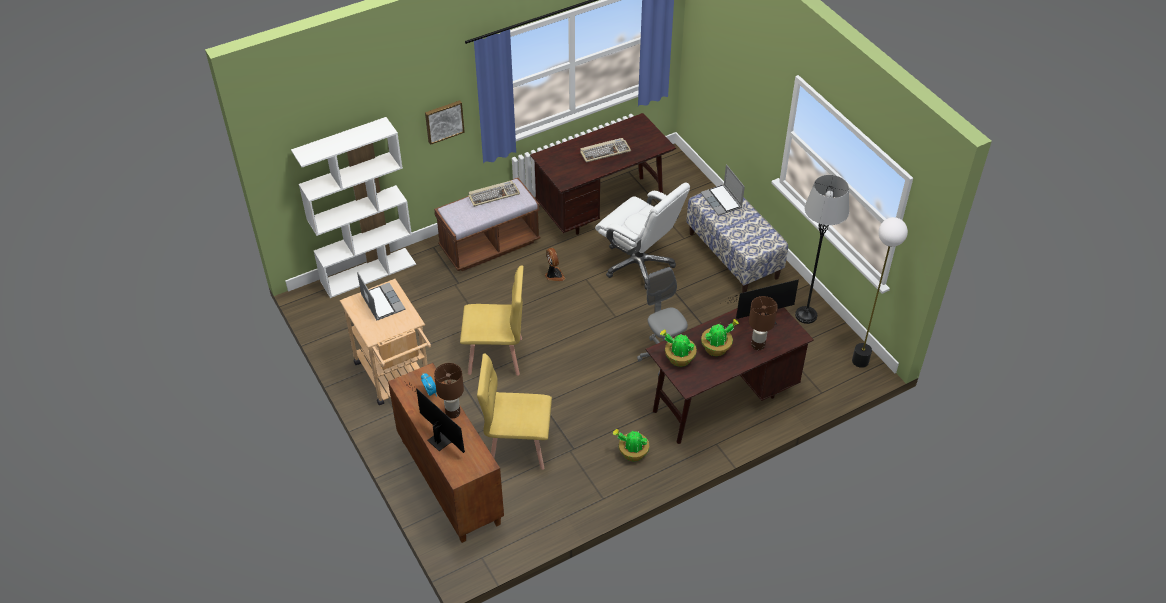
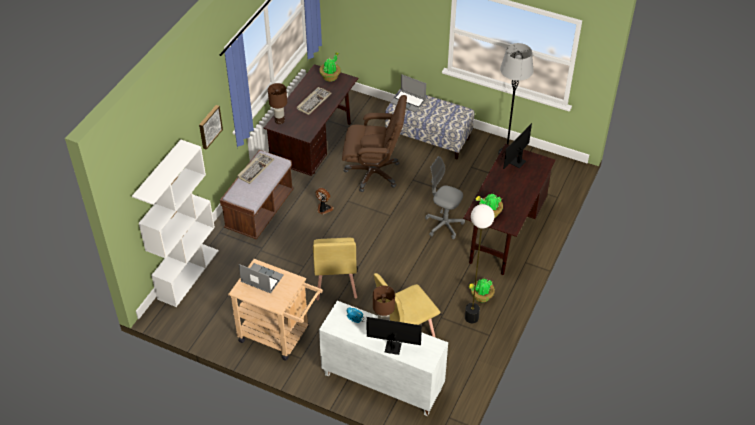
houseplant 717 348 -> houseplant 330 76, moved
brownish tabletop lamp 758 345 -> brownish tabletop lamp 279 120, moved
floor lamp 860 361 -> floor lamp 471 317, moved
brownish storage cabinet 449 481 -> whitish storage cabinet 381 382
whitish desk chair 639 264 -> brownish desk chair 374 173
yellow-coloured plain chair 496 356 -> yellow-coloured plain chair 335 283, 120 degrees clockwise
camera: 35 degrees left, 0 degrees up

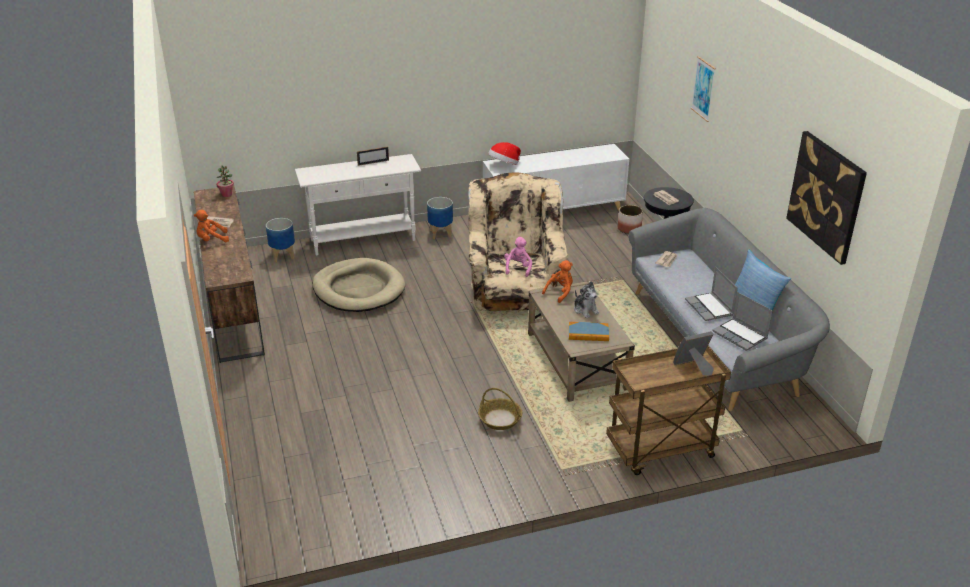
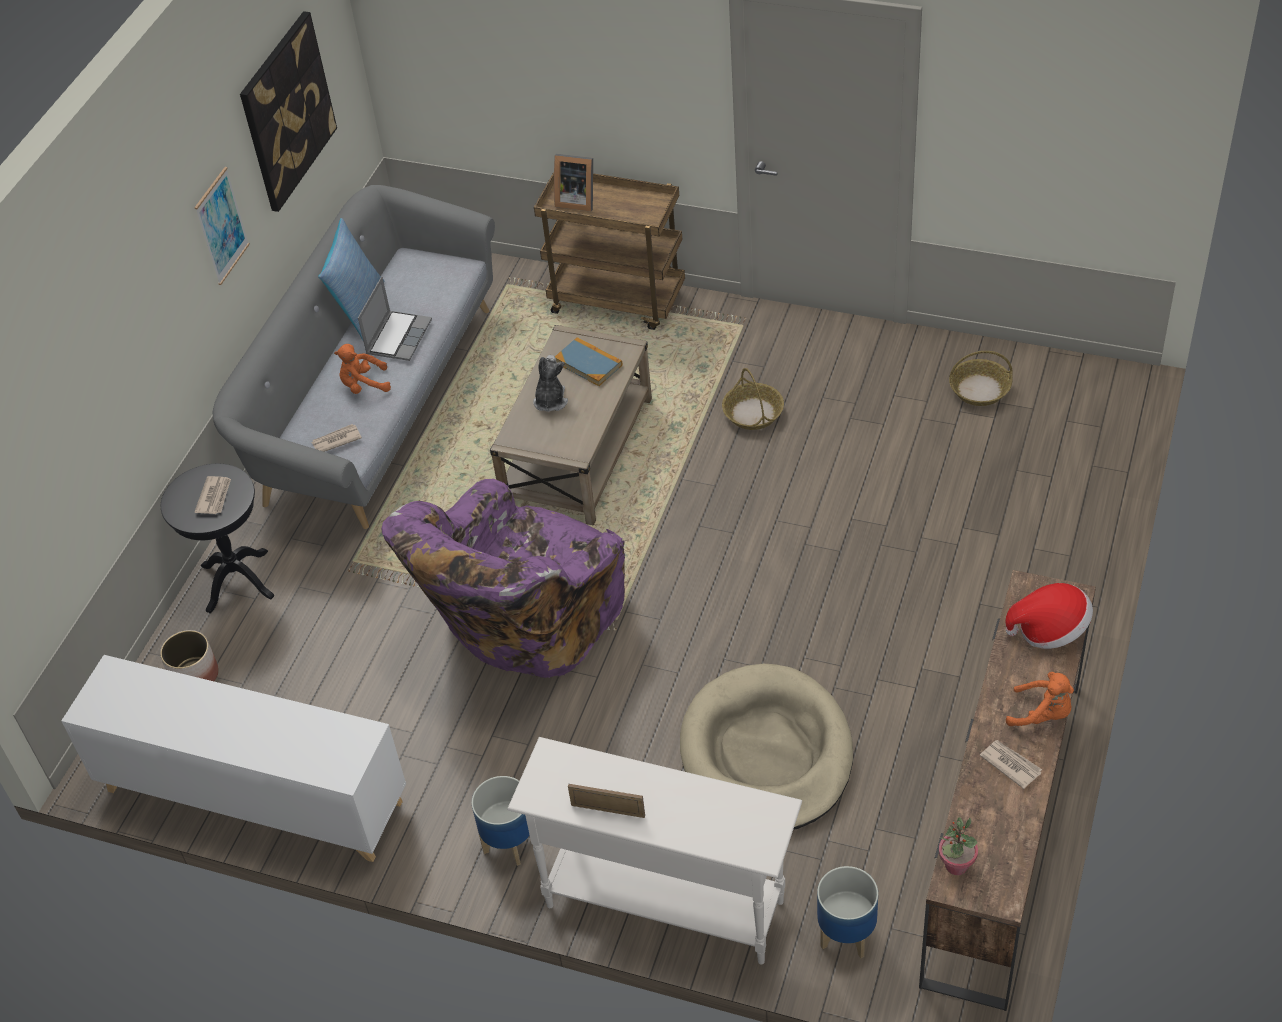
pink soft toy 518 268 -> none
notebook computer 740 335 -> none
none -> storage basket 980 389
wearable hat 504 165 -> wearable hat 1049 629, moved
orangey soft toy 560 292 -> orangey soft toy 363 385, moved
wall picture 703 89 -> wall picture 221 226, moved
beige easy chair 515 288 -> purplish easy chair 522 625
camera: 140 degrees left, 15 degrees up

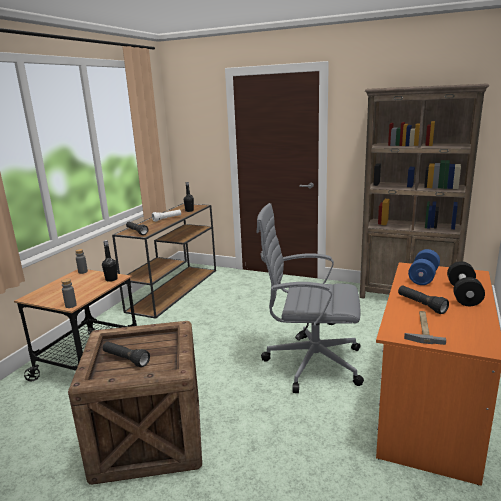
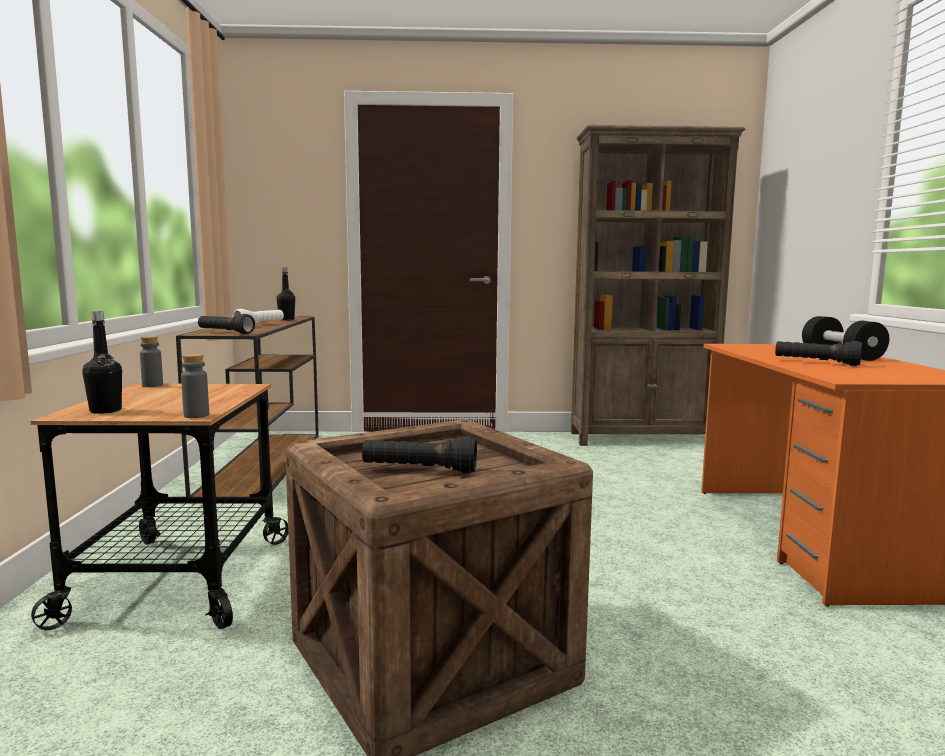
gray desk chair 310 362 -> none
hand hammer 422 328 -> none
blue-coloured dumbbell 423 277 -> none
blackish drink bottle 111 279 -> blackish drink bottle 105 411, moved
camera: 25 degrees left, 10 degrees down

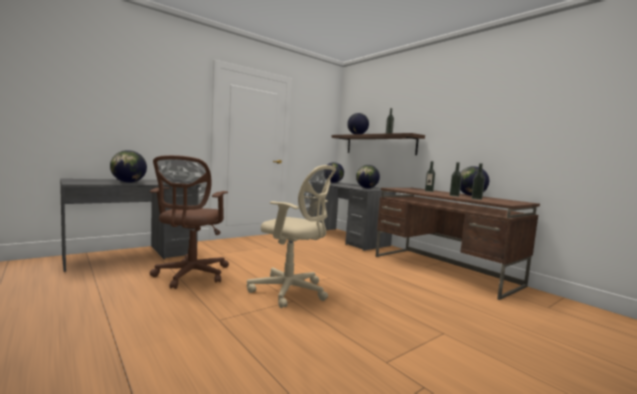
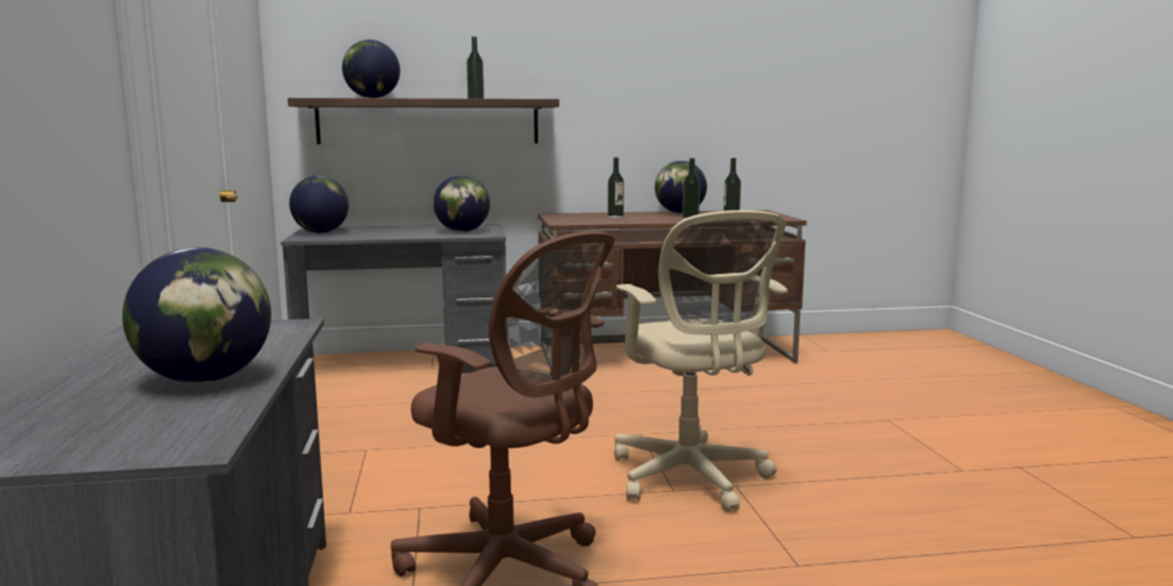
beige desk chair 291 292 -> beige desk chair 692 479, 105 degrees clockwise
camera: 60 degrees left, 5 degrees up

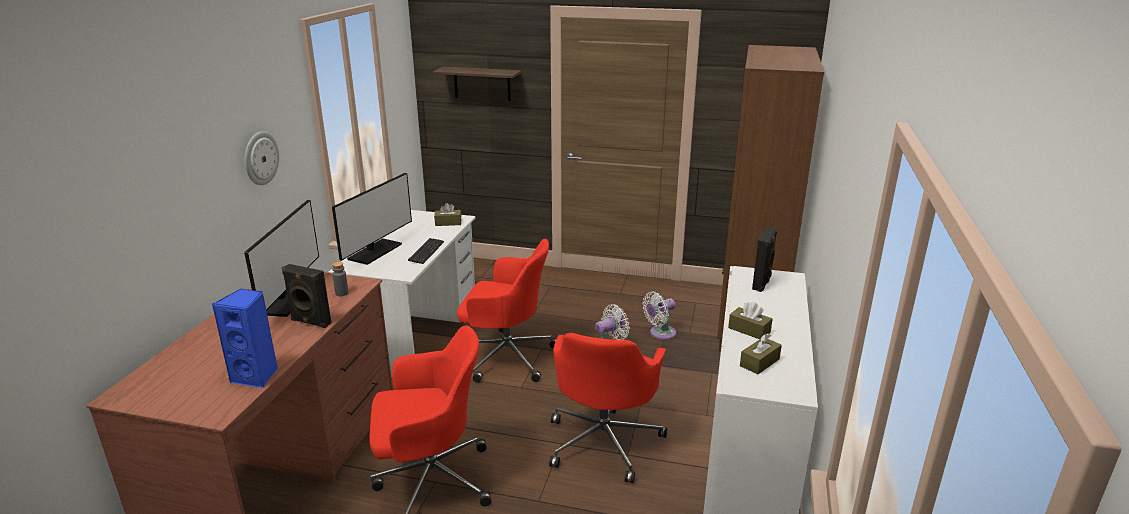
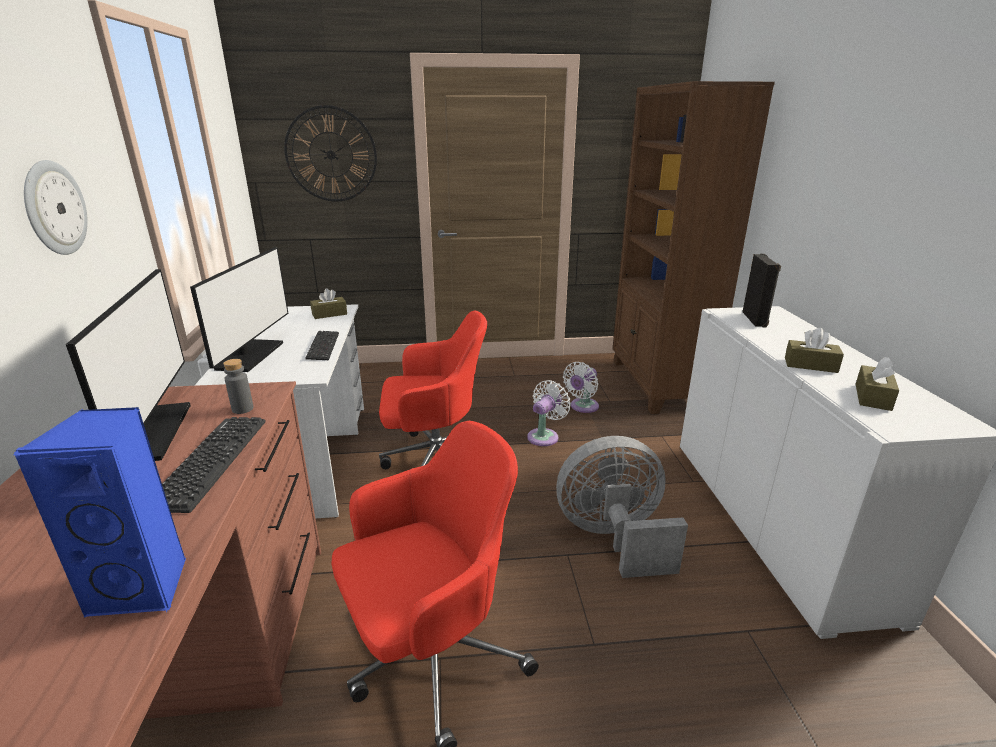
blackish audio speaker 310 322 -> keyboard 210 461
wall shelf 482 83 -> hanging clock 331 154
reddish desk chair 604 441 -> gray cooling fan 614 538
camera: 20 degrees left, 0 degrees up

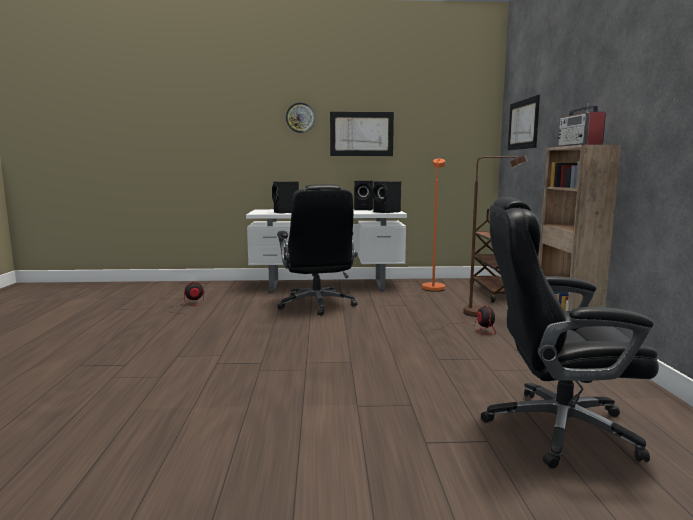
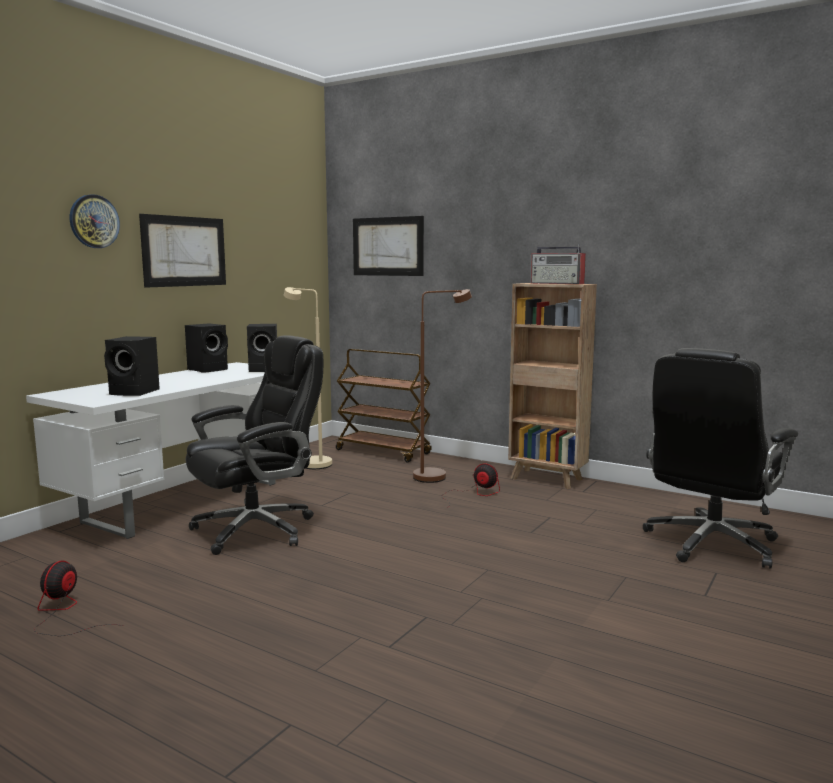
orangey floor lamp 433 287 -> beige floor lamp 311 463
blackish desk chair 317 305 -> blackish desk chair 257 529, 60 degrees counterclockwise
camera: 55 degrees left, 0 degrees up

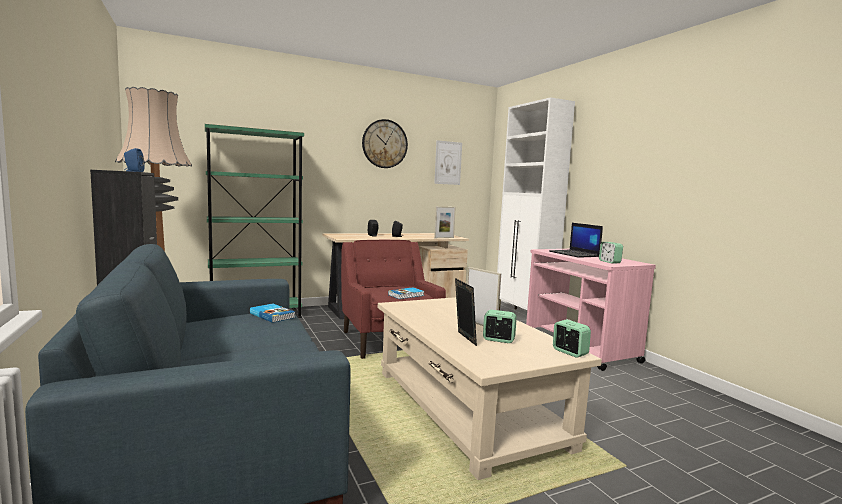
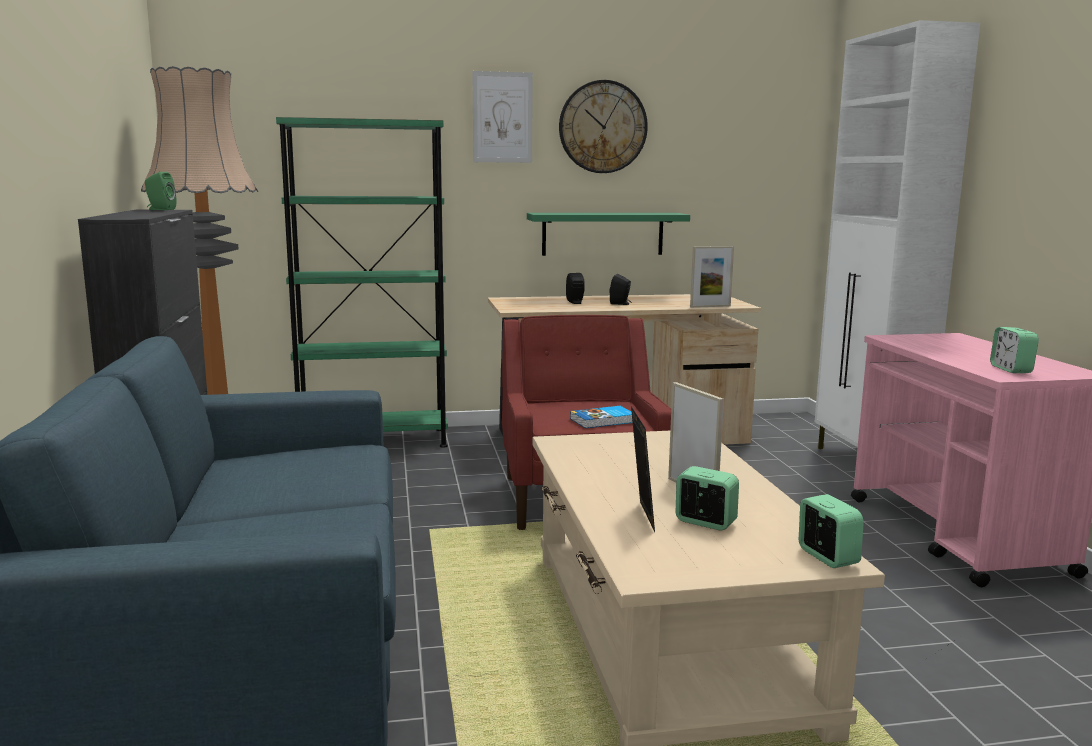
volume 273 315 -> none
notebook computer 575 254 -> none
none -> green wall shelf 603 234
wall picture 448 163 -> wall picture 502 117, moved
blue-coloured audio speaker 133 171 -> green audio speaker 160 209
camera: 15 degrees right, 5 degrees up

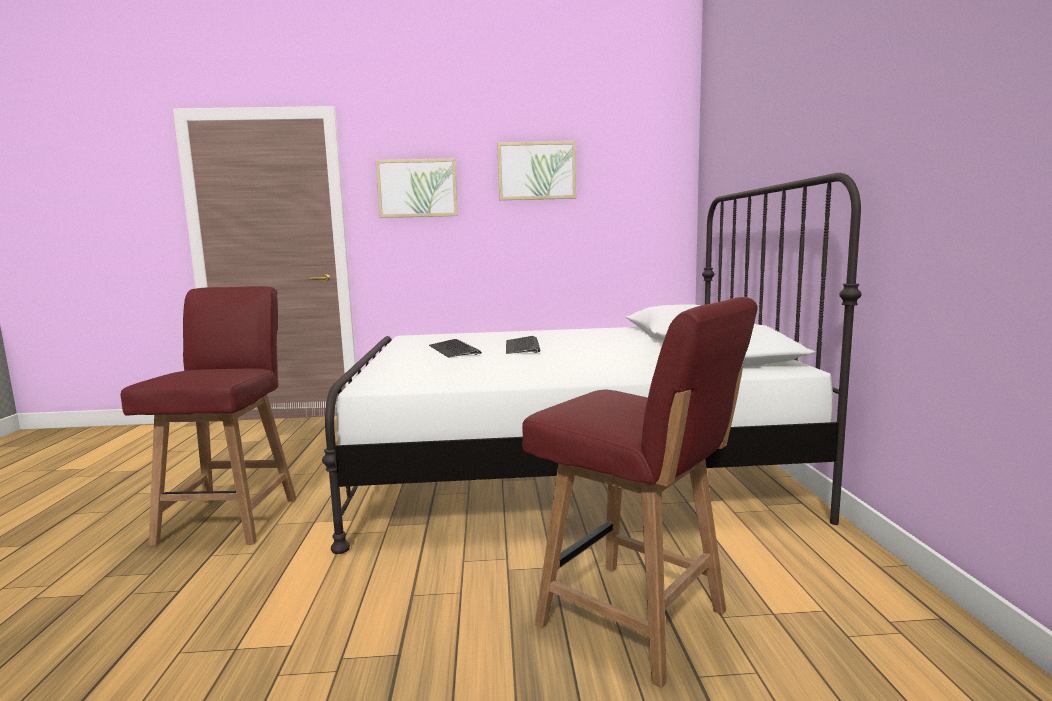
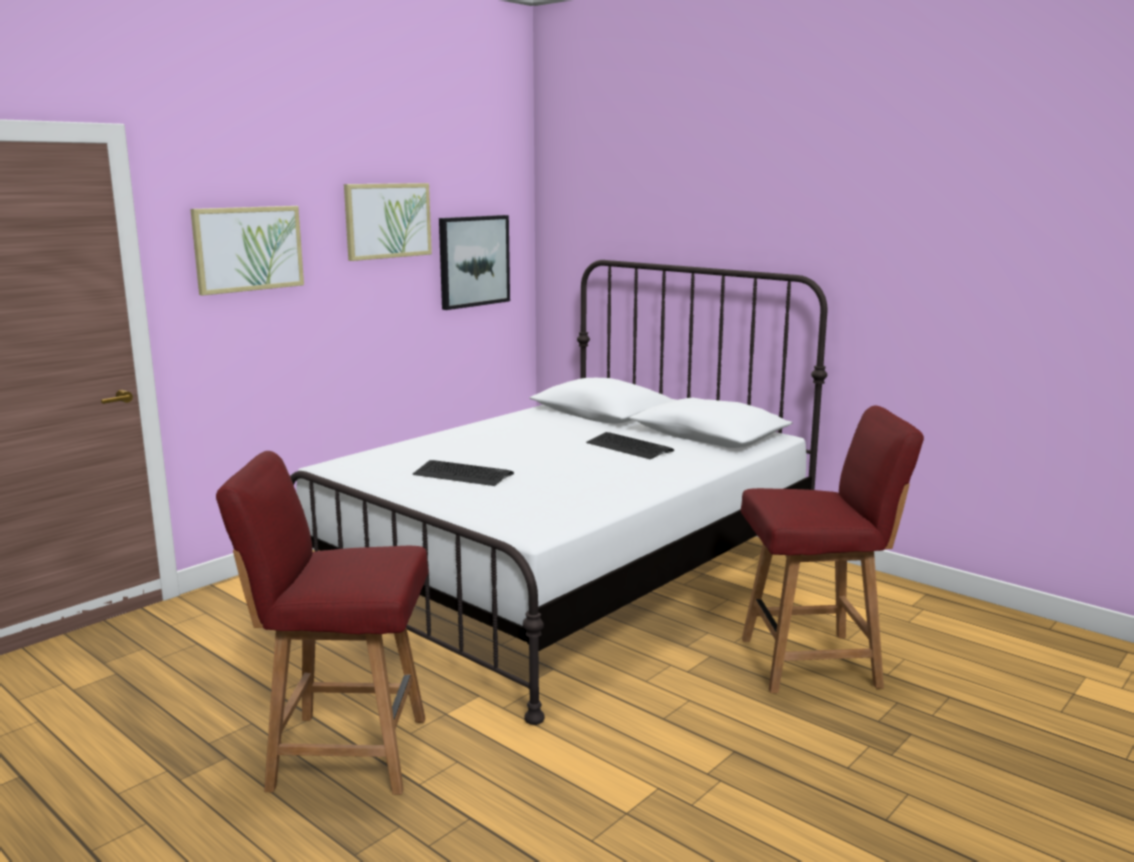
none -> wall picture 473 261
keyboard 522 347 -> keyboard 629 447, moved
reddish plain chair 230 519 -> reddish plain chair 344 752, 45 degrees counterclockwise
camera: 45 degrees left, 5 degrees up

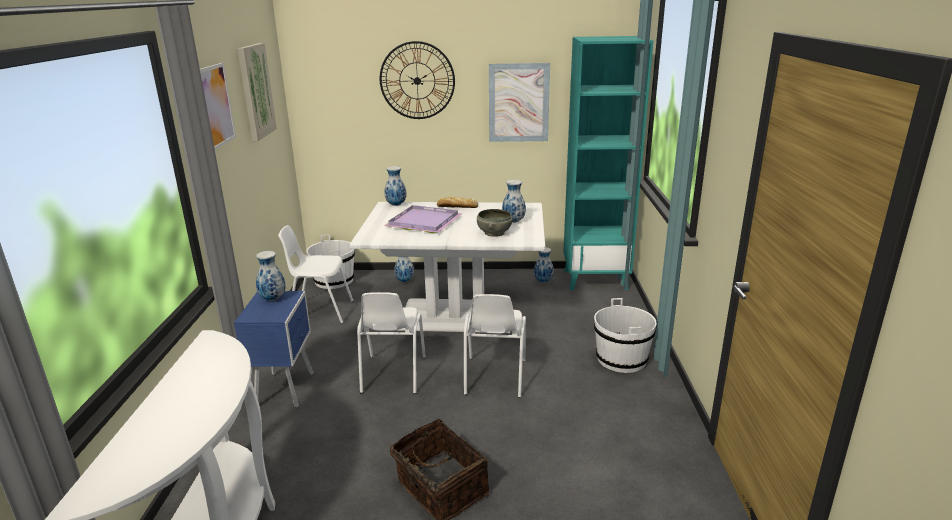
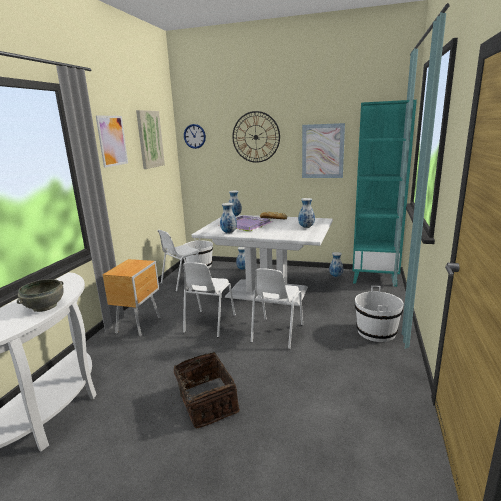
none -> hanging clock 194 136
vase 272 299 -> vase 228 233, moved
gray deep dish 494 233 -> gray deep dish 44 306, moved
blue-coloured nightstand 286 389 -> brownish nightstand 140 325
whitish plain chair 320 311 -> whitish plain chair 183 282, 60 degrees counterclockwise
camera: 15 degrees right, 5 degrees down

